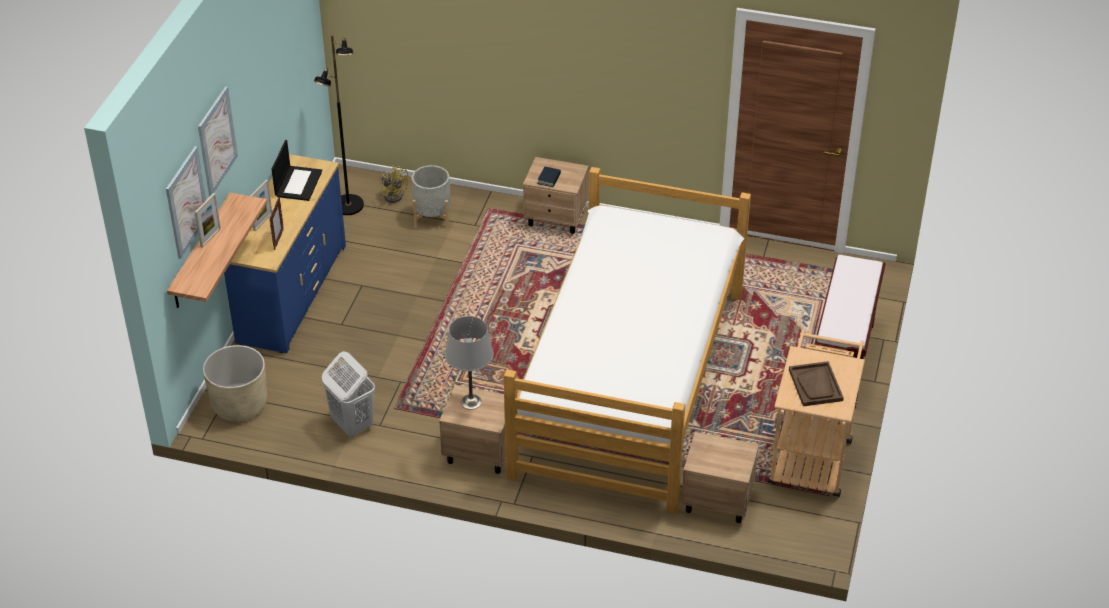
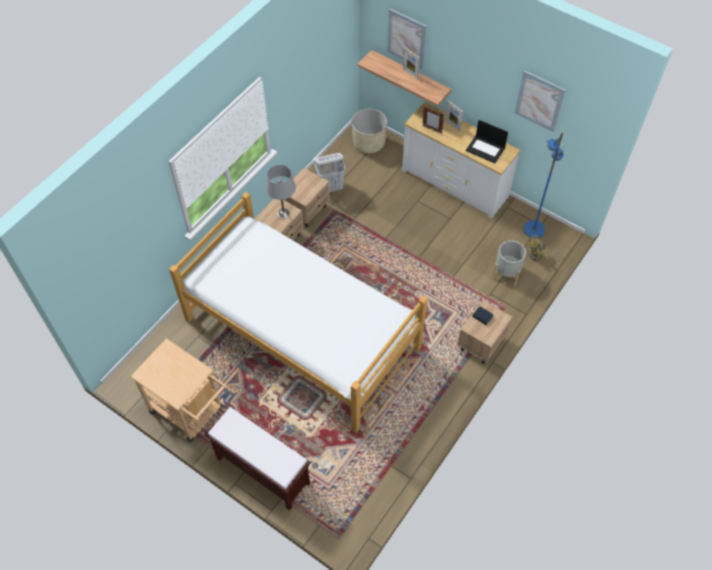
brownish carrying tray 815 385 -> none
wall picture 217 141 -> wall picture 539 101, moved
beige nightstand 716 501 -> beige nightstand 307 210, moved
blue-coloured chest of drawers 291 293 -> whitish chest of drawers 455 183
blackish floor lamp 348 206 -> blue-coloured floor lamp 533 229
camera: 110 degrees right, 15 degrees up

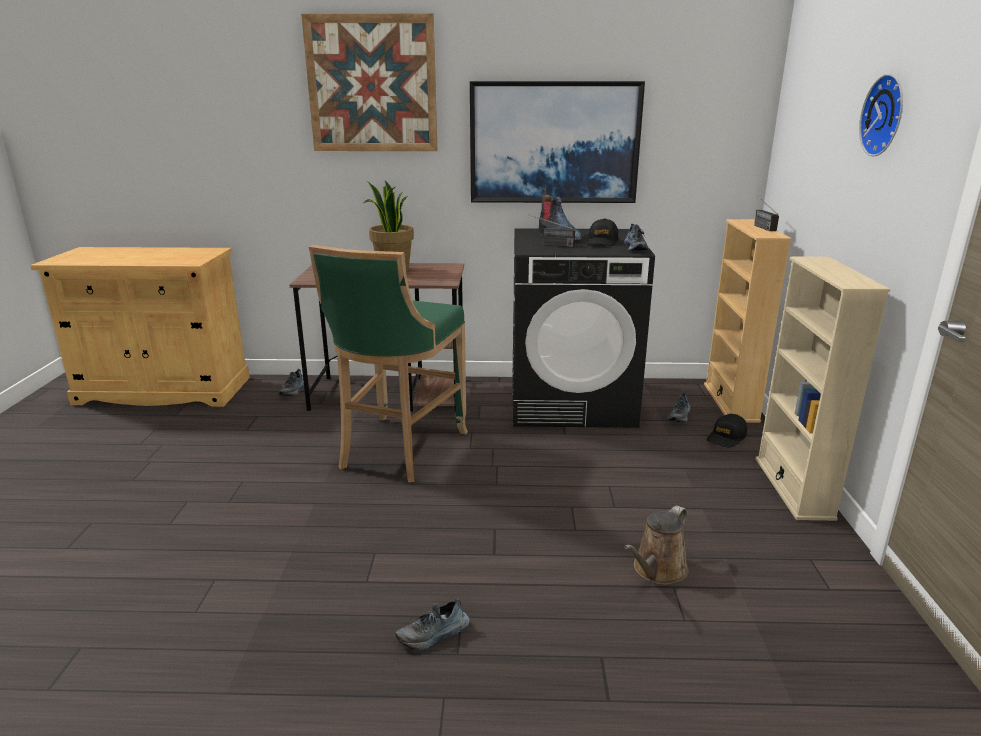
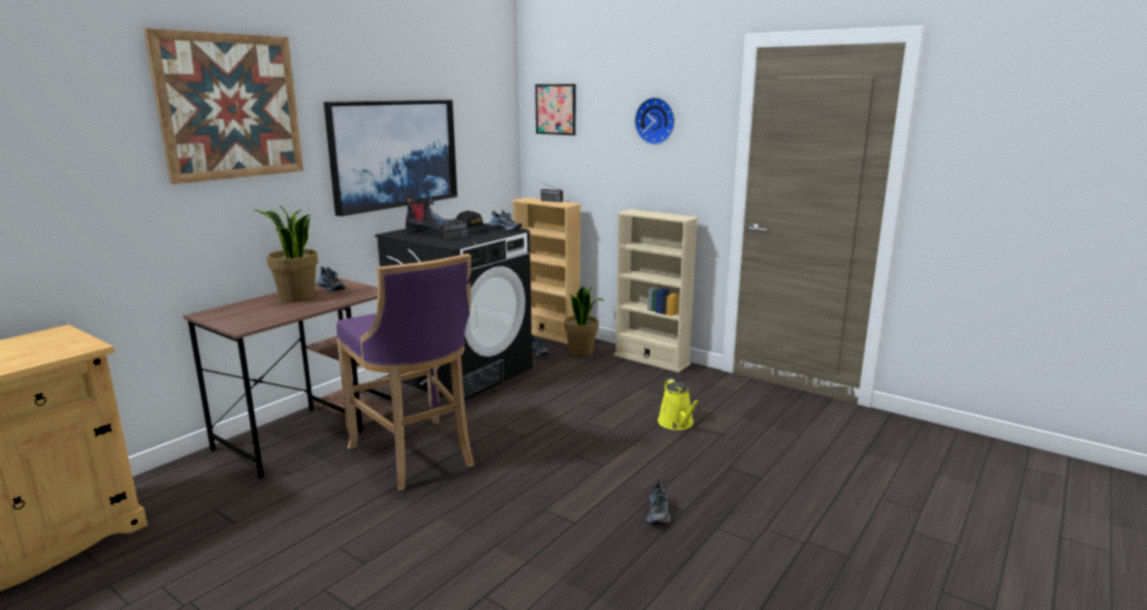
none -> wall picture 556 109
low shoe 294 390 -> low shoe 332 288, moved
blackish baseball cap 726 437 -> houseplant 581 352
green stool 398 450 -> purplish stool 416 457
brownish watering can 657 570 -> yellow-coloured watering can 677 423
camera: 55 degrees left, 5 degrees down

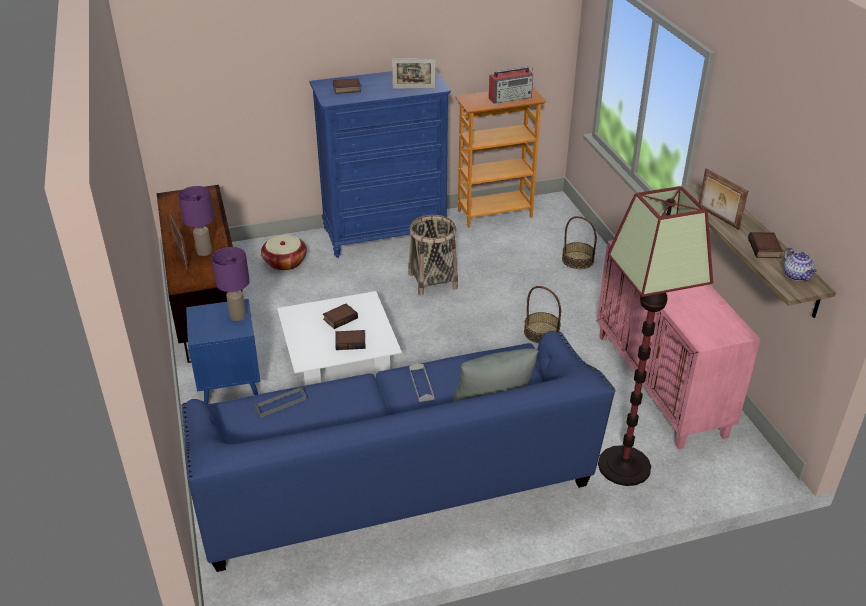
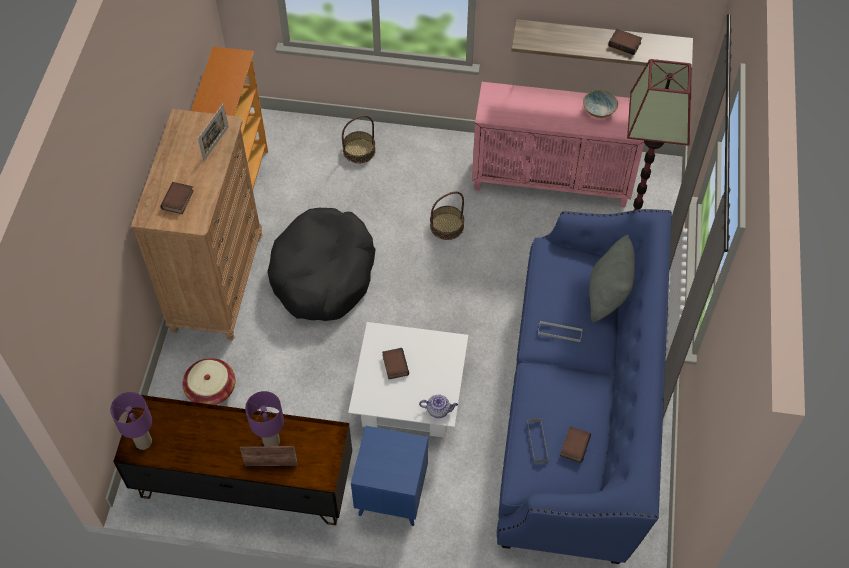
radio 511 98 -> none
standing frame 717 218 -> none
none -> deep dish 599 110
purplish tabletop lamp 238 315 -> purplish tabletop lamp 143 441, moved
volume 351 342 -> volume 574 445, moved
teapot 797 276 -> teapot 438 410, moved
storage basket 433 281 -> blackish pet bed 323 274
blue-coloured chest of drawers 385 234 -> brownish chest of drawers 217 283
camera: 65 degrees left, 20 degrees up

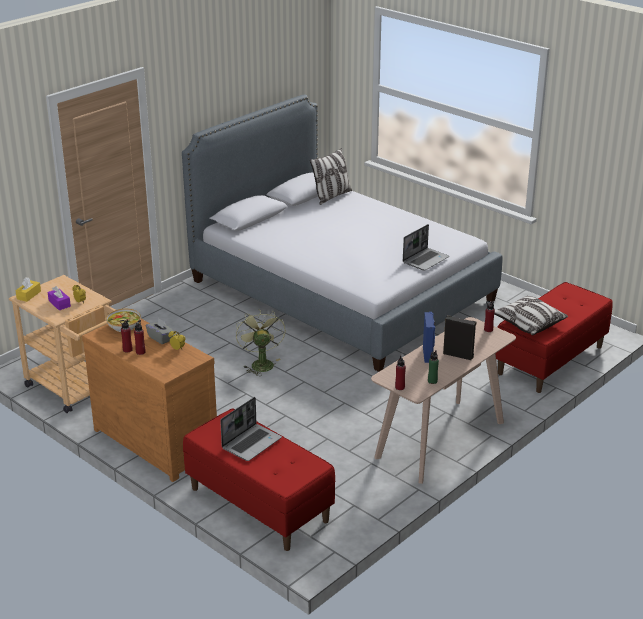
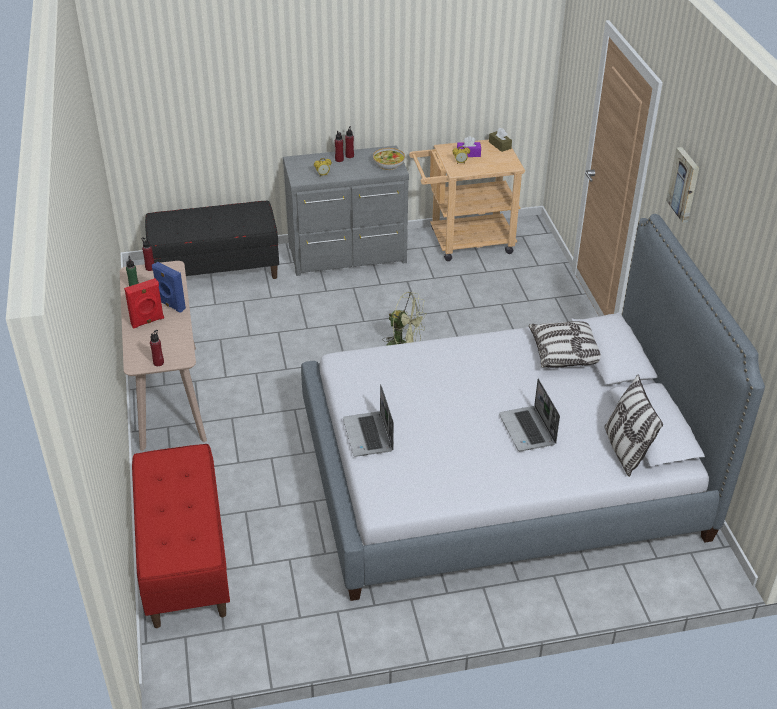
gray box of tissues 160 338 -> none
none -> wall picture 685 184
notebook computer 251 443 -> notebook computer 528 430, moved
pillow 528 323 -> pillow 566 353, moved
yellow-coloured box of tissues 29 295 -> brownish box of tissues 500 145
brownish chest of drawers 157 440 -> gray chest of drawers 348 255
reddish indoor bench 258 505 -> blackish indoor bench 216 270
blackish audio speaker 458 355 -> reddish audio speaker 148 322
camera: 125 degrees right, 10 degrees up

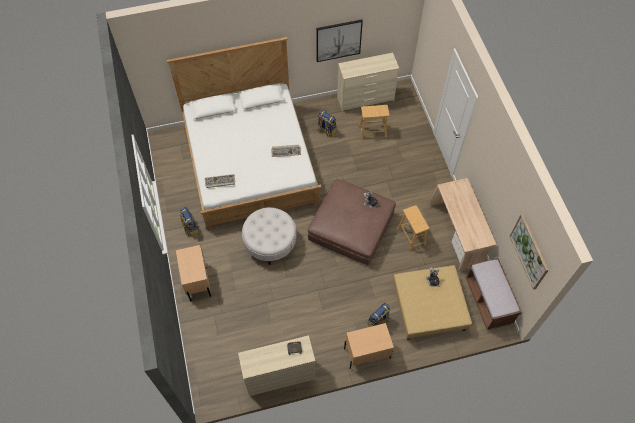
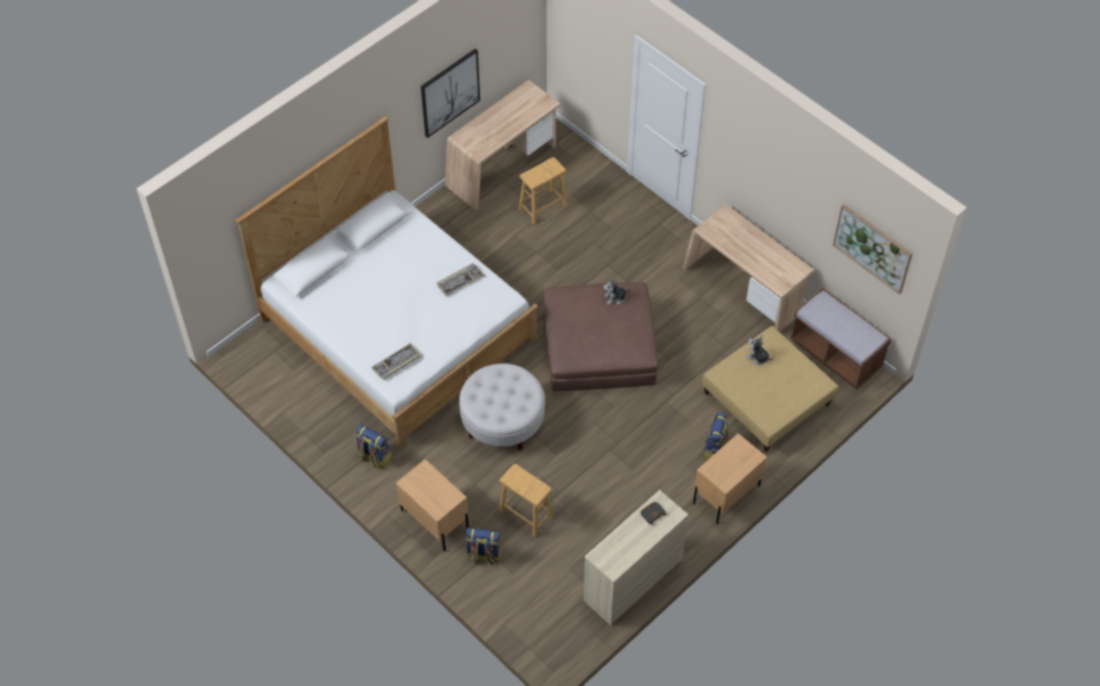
rucksack 326 130 -> rucksack 483 555, moved
brownish stool 411 236 -> brownish stool 525 514, moved
beige chest of drawers 365 99 -> beige desk table 503 167
camera: 30 degrees left, 5 degrees down

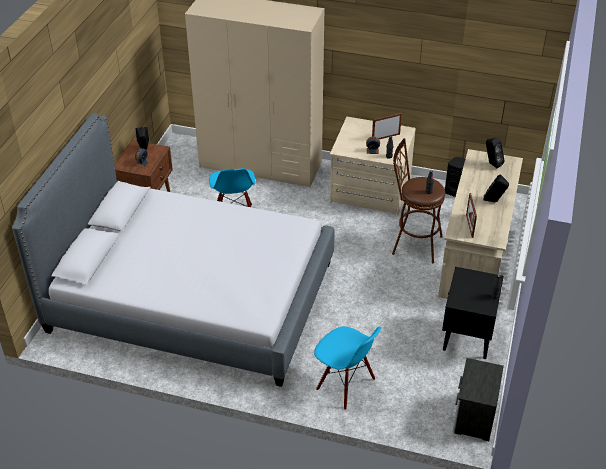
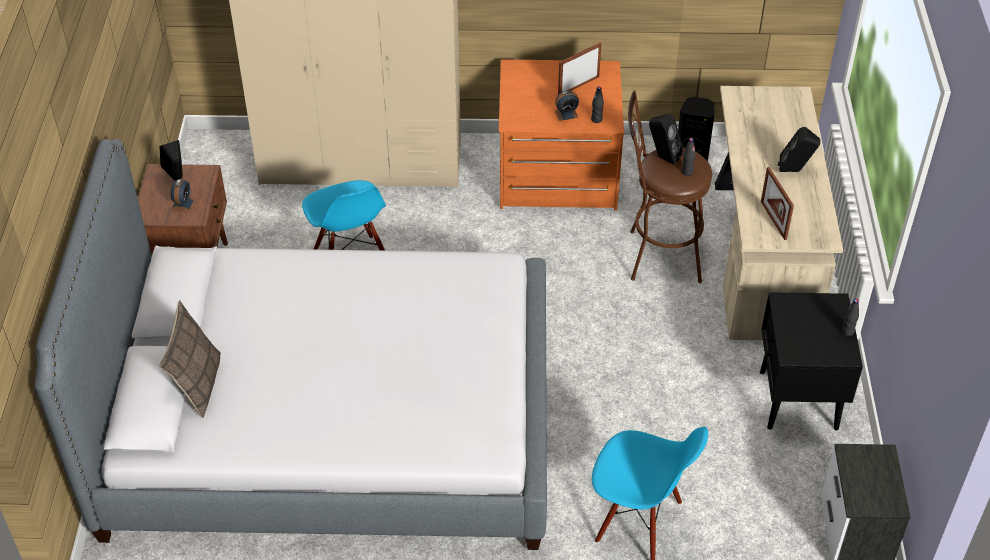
none -> pillow 198 384
blackish audio speaker 492 164 -> blackish audio speaker 662 157, moved
beige chest of drawers 370 190 -> orangey chest of drawers 557 175
camera: 15 degrees left, 5 degrees up

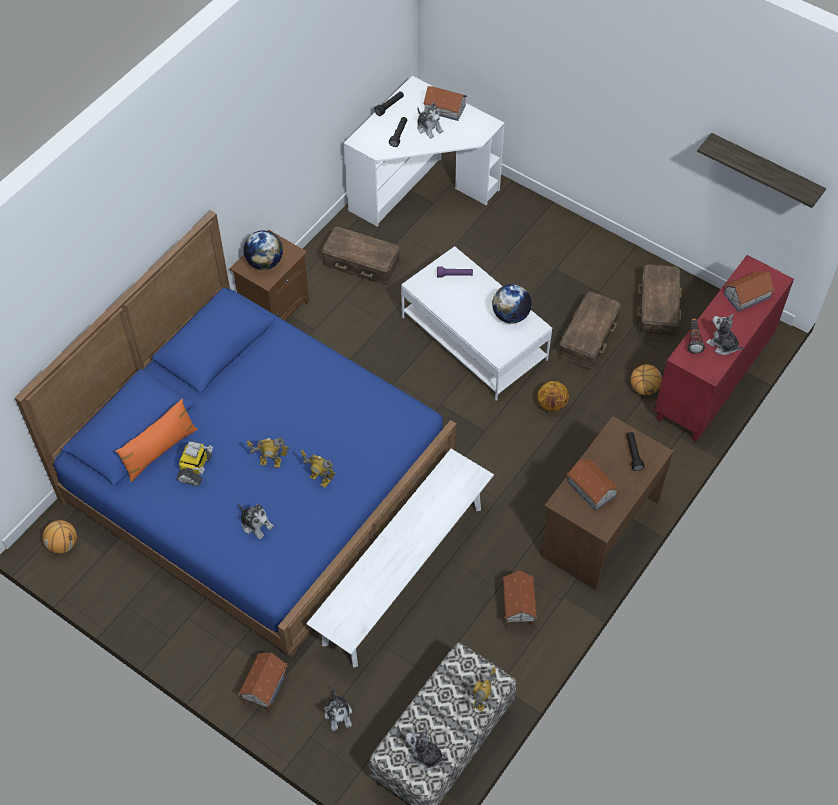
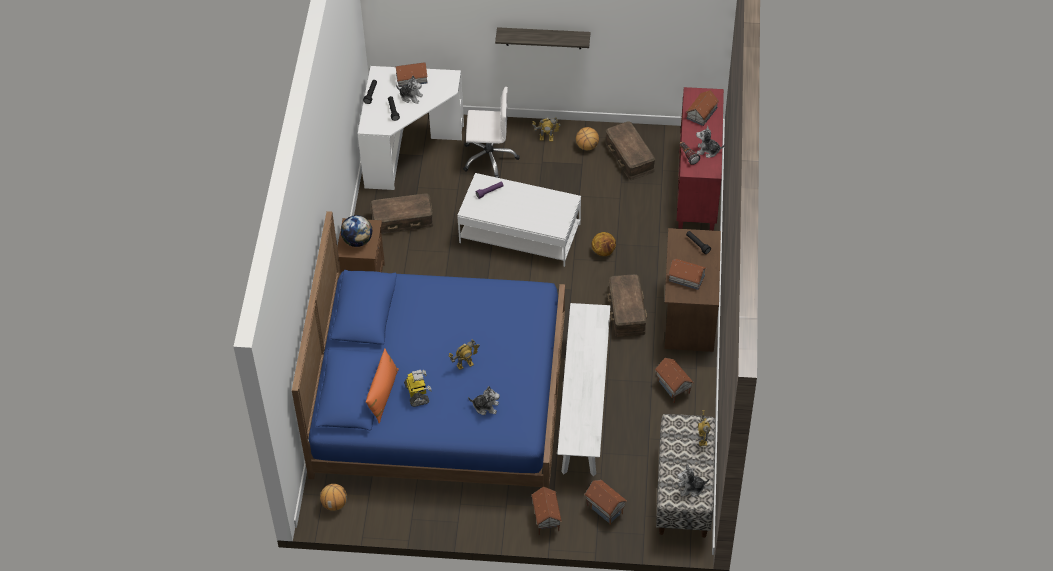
world globe 510 315 -> none
none -> whitish desk chair 489 158
robot figure 320 479 -> robot figure 546 138, moved
brownish storage bin 587 337 -> brownish storage bin 626 311, moved
ball for basketball 644 388 -> ball for basketball 587 146, moved
wall shelf 764 171 -> wall shelf 543 38, moved
soft toy 338 714 -> toy house 605 508
camera: 30 degrees left, 5 degrees down

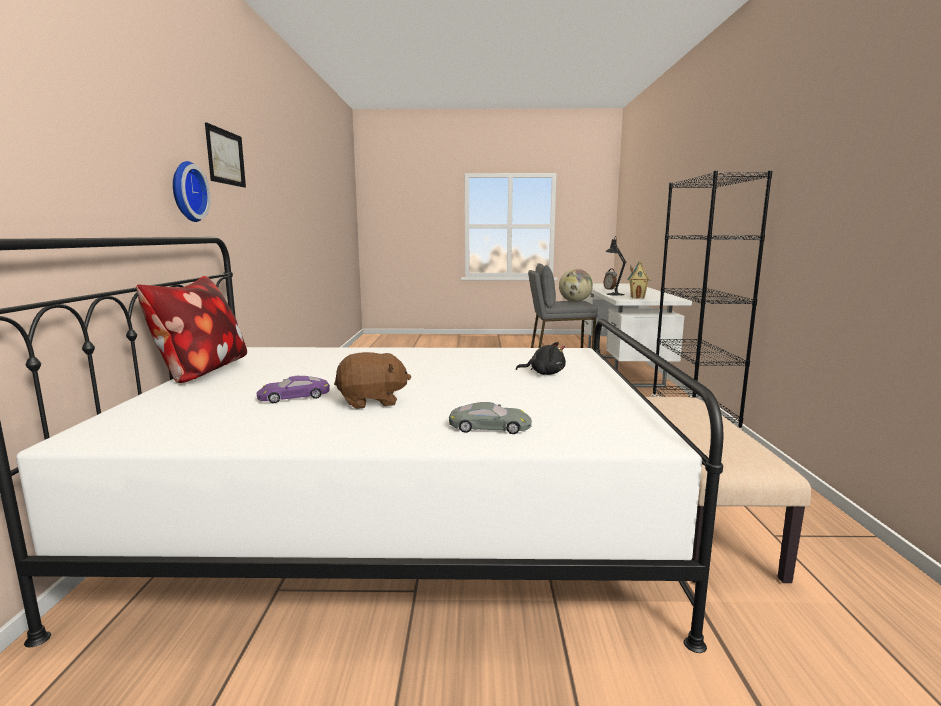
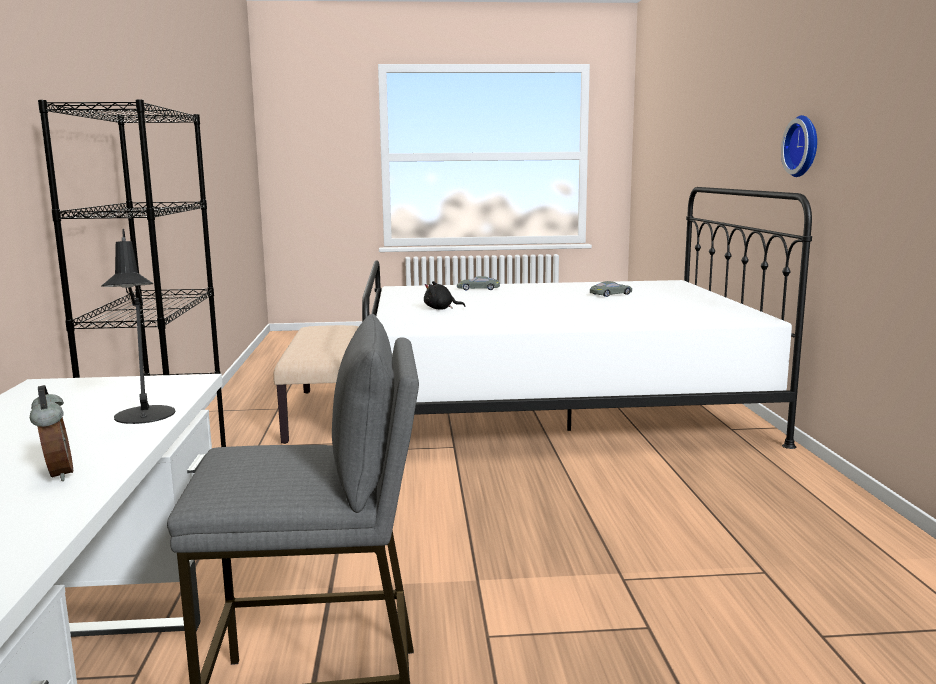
pillow 201 372 -> none
wall picture 225 157 -> none
brownish soft toy 372 401 -> none
world globe 574 302 -> none
toy house 637 297 -> none
purplish toy car 294 396 -> gray toy car 610 294
camera: 175 degrees right, 0 degrees up

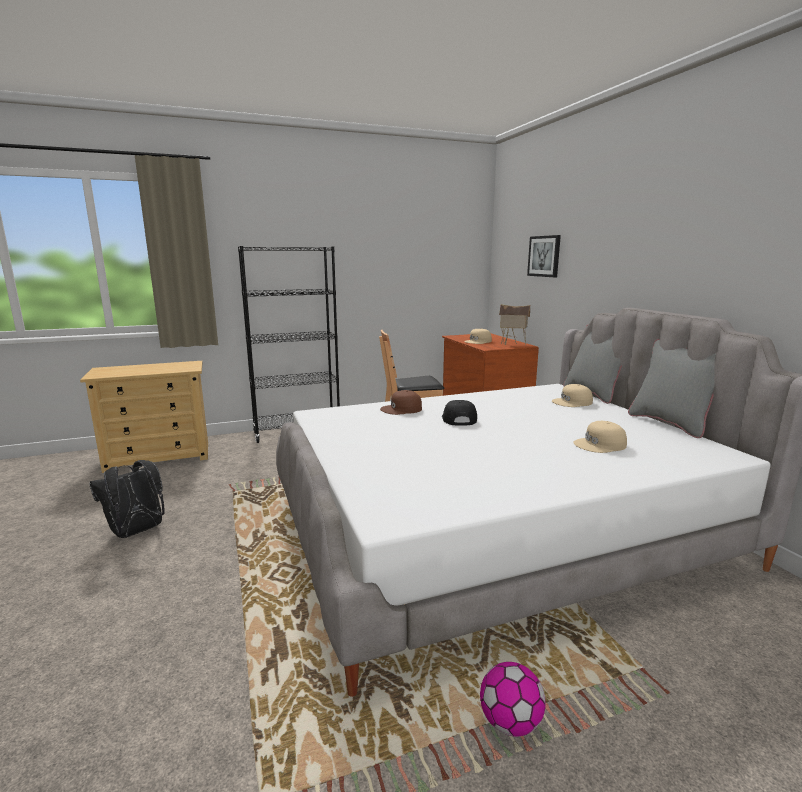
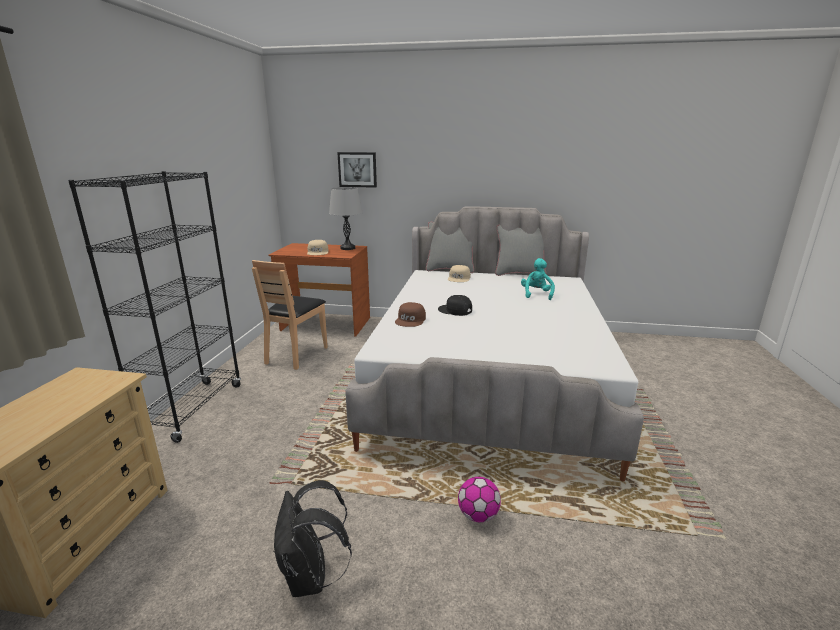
football 510 722 -> football 478 515, moved
toy house 512 344 -> gray tabletop lamp 347 248
beige baseball cap 600 445 -> blue-green soft toy 536 294
camera: 60 degrees left, 5 degrees up

